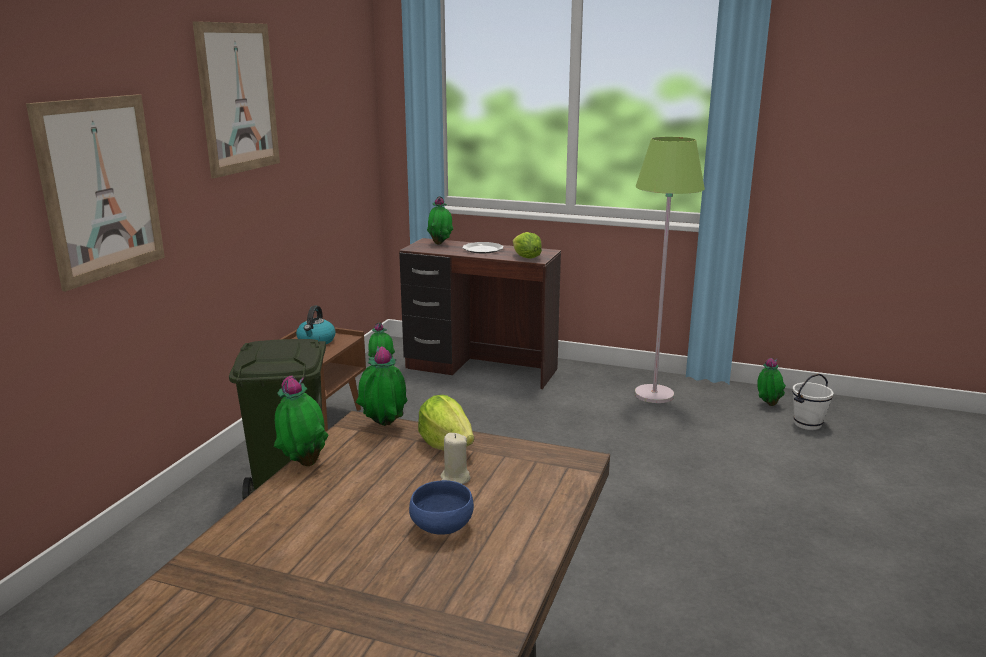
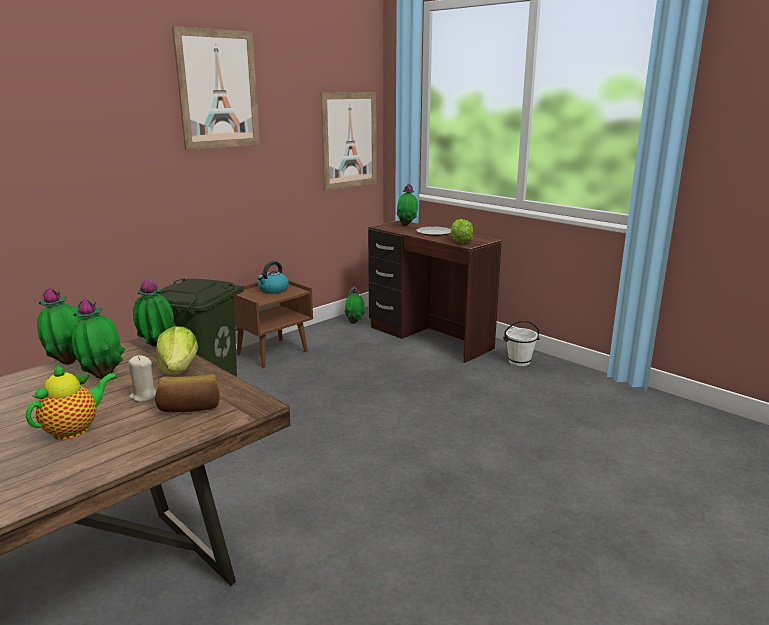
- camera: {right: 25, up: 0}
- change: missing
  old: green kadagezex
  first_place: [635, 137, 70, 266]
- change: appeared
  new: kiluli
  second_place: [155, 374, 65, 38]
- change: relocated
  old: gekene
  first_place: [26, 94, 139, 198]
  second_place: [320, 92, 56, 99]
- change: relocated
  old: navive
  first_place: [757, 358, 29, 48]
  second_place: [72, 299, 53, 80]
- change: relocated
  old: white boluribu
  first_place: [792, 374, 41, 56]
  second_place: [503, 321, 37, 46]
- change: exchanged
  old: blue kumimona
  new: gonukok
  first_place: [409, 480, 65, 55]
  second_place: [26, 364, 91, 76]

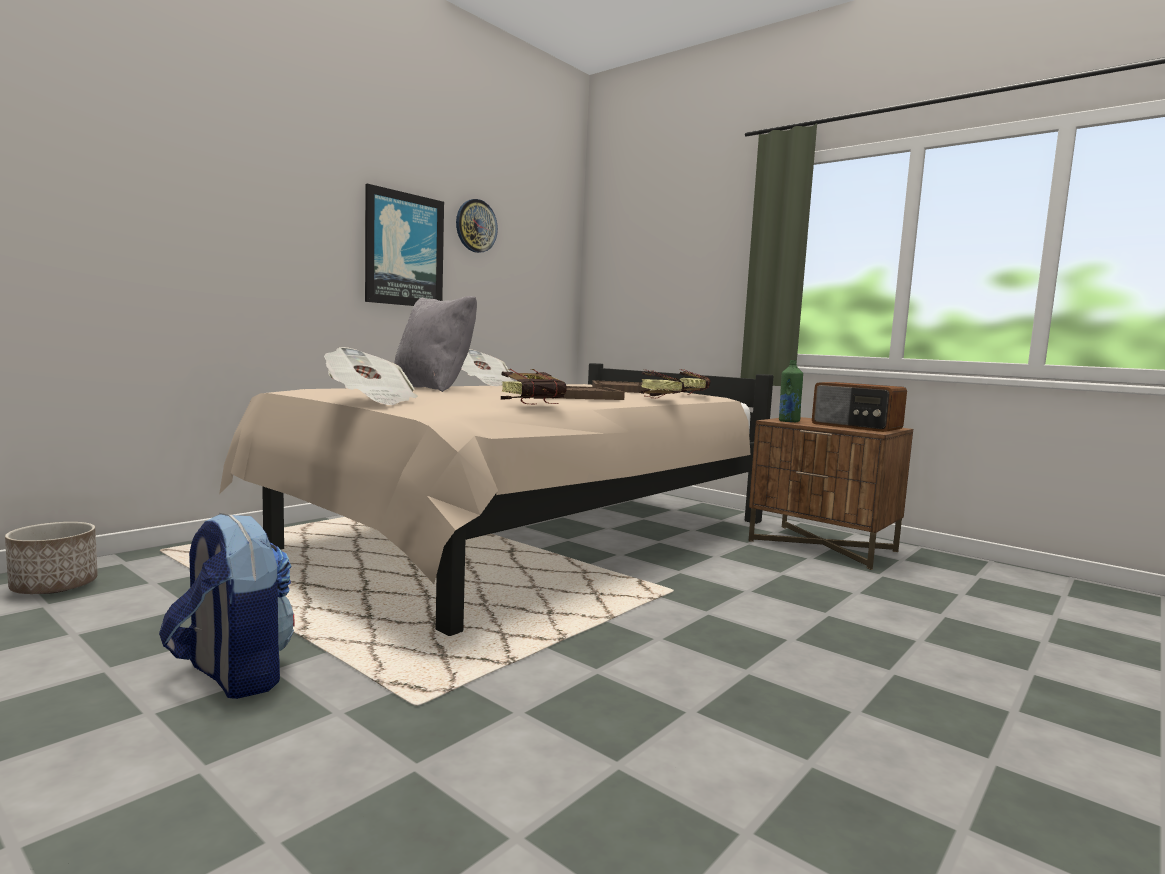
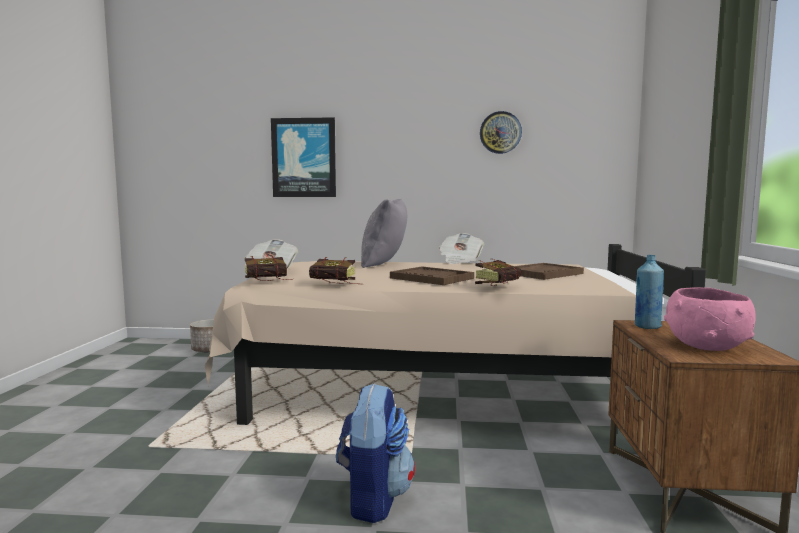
- camera: {right: 55, up: 0}
- change: relocated
  old: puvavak
  first_place: [159, 513, 135, 186]
  second_place: [336, 383, 79, 140]
- change: relocated
  old: gekene
  first_place: [365, 184, 79, 122]
  second_place: [271, 117, 65, 80]
- change: relocated
  old: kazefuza
  first_place: [680, 369, 31, 26]
  second_place: [245, 255, 49, 26]
- change: exchanged
  old: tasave
  new: pink kumimona
  first_place: [812, 382, 95, 50]
  second_place: [664, 287, 92, 64]
- change: colour
  old: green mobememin
  new: blue mobememin
  first_place: [779, 360, 24, 62]
  second_place: [635, 255, 29, 74]

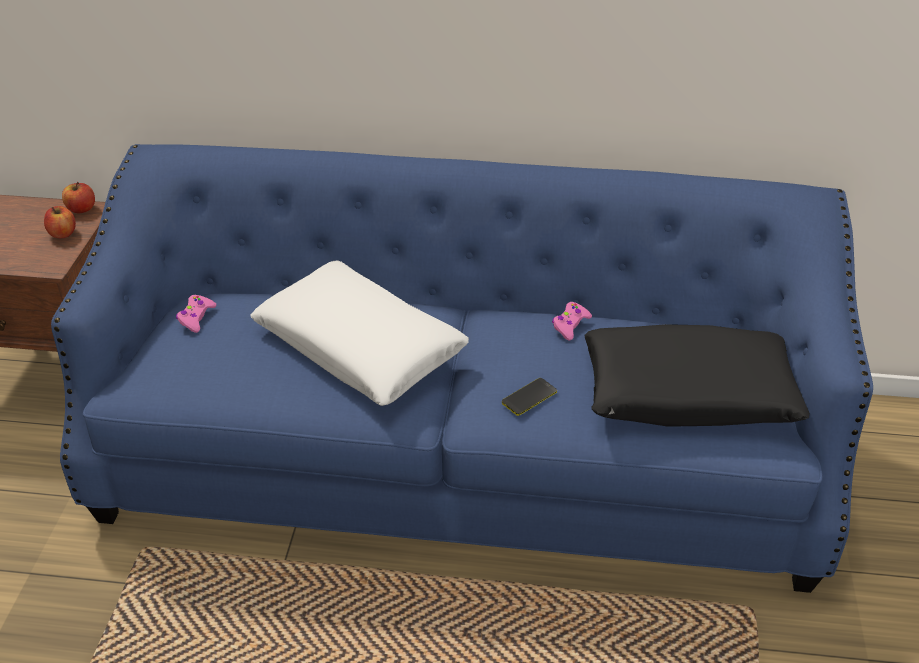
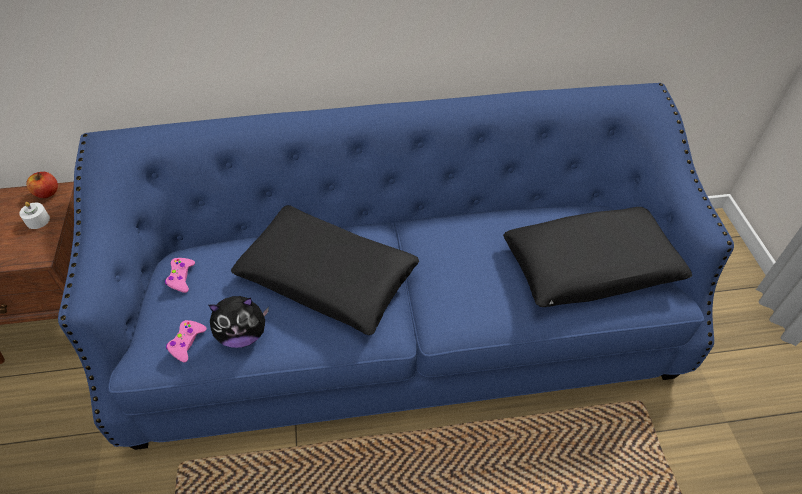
- camera: {right: -15, up: 10}
- change: missing
  old: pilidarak
  first_place: [502, 378, 55, 38]
- change: appeared
  new: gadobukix
  second_place: [208, 296, 61, 52]
- change: relocated
  old: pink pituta
  first_place: [552, 302, 40, 39]
  second_place: [166, 320, 41, 42]
- change: exchanged
  old: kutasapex
  new: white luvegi
  first_place: [44, 206, 32, 32]
  second_place: [19, 202, 31, 27]
- change: colour
  old: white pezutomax
  new: black pezutomax
  first_place: [250, 260, 219, 146]
  second_place: [231, 205, 188, 130]

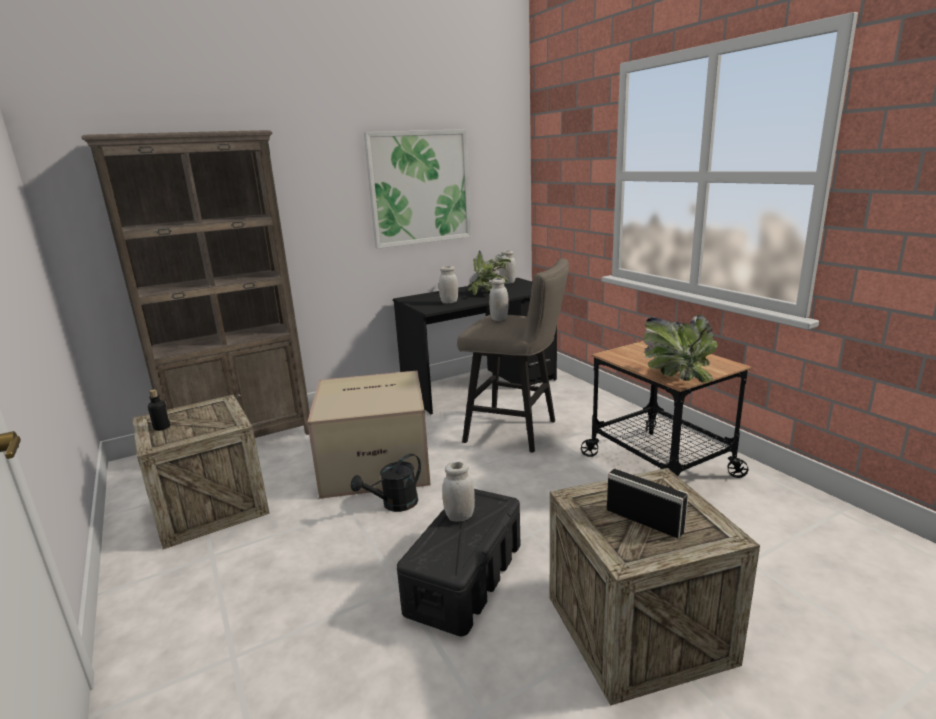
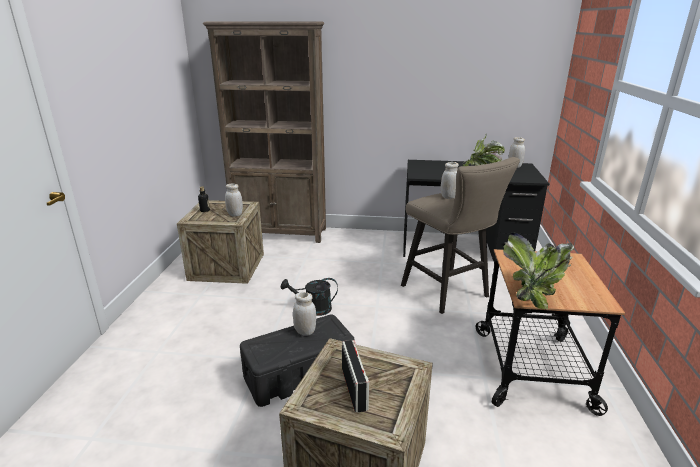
- camera: {right: 35, up: 5}
- change: missing
  old: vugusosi
  first_place: [307, 371, 124, 128]
- change: missing
  old: gekene
  first_place: [364, 129, 107, 120]
- change: relocated
  old: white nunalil
  first_place: [439, 266, 19, 37]
  second_place: [225, 183, 18, 34]

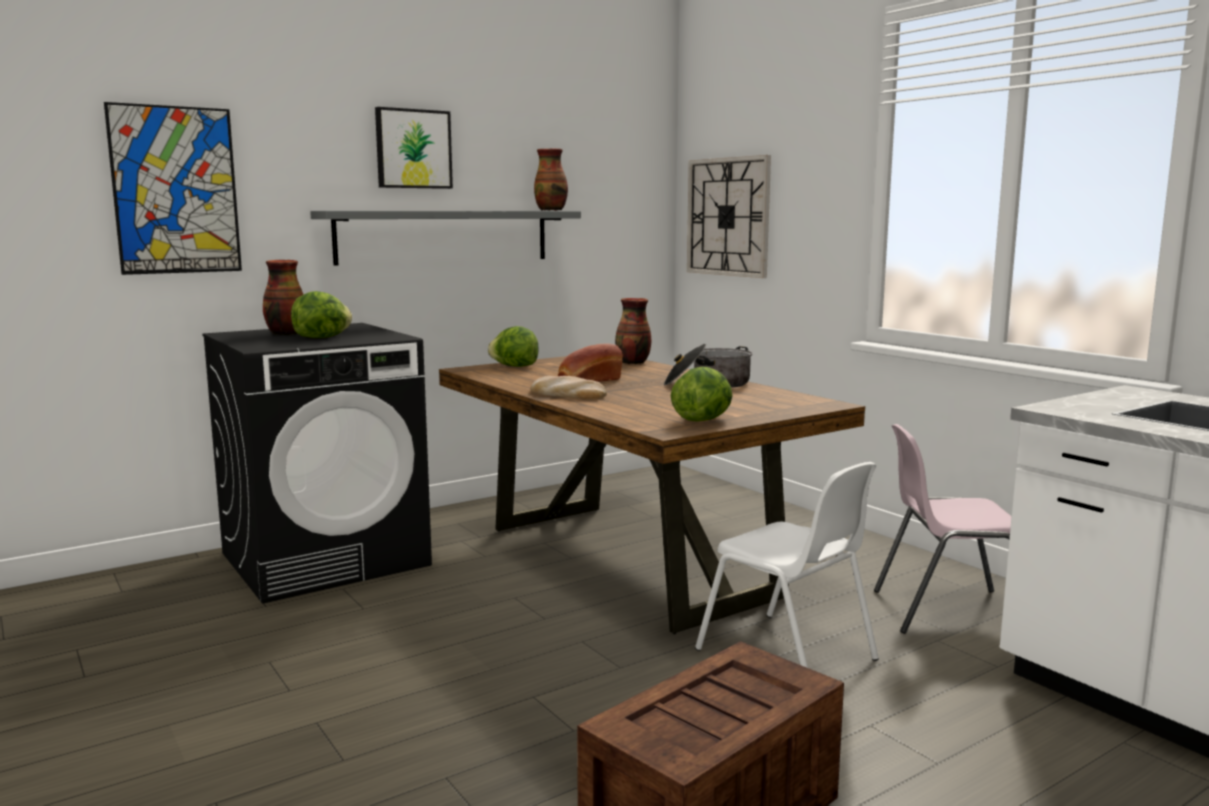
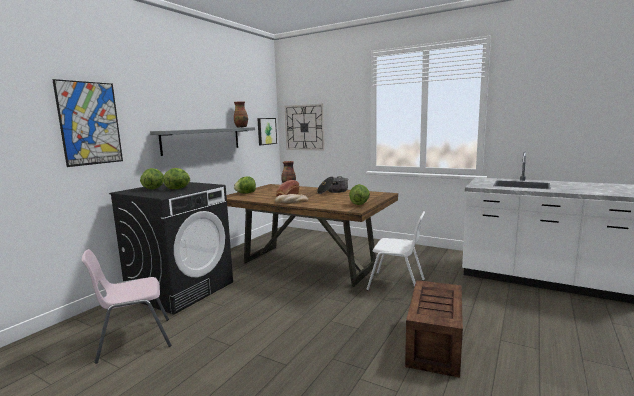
- camera: {right: -25, up: 0}
- change: relocated
  old: gekene
  first_place: [375, 107, 78, 82]
  second_place: [257, 118, 20, 27]
- change: relocated
  old: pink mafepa
  first_place: [874, 424, 138, 210]
  second_place: [82, 249, 89, 115]
- change: exchanged
  old: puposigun
  new: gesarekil
  first_place: [263, 260, 41, 75]
  second_place: [140, 168, 24, 21]

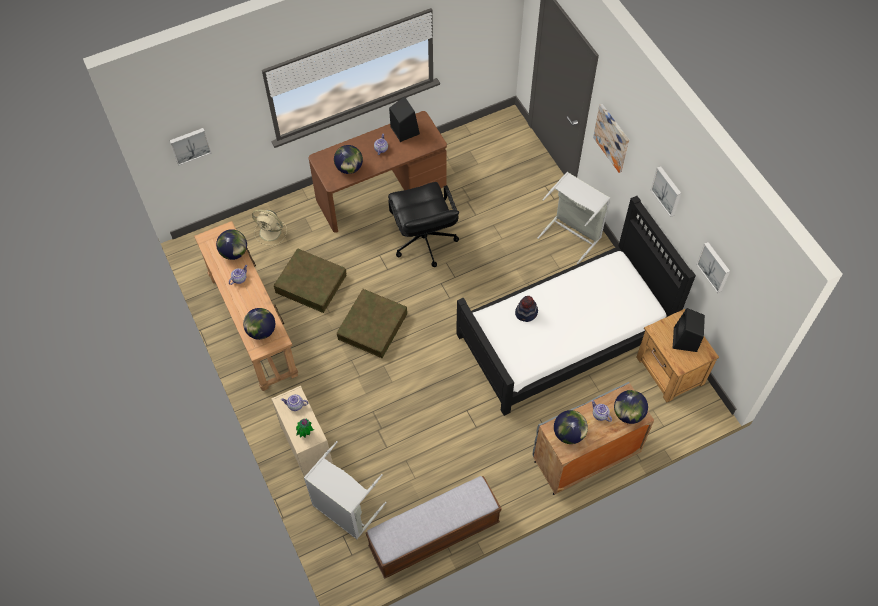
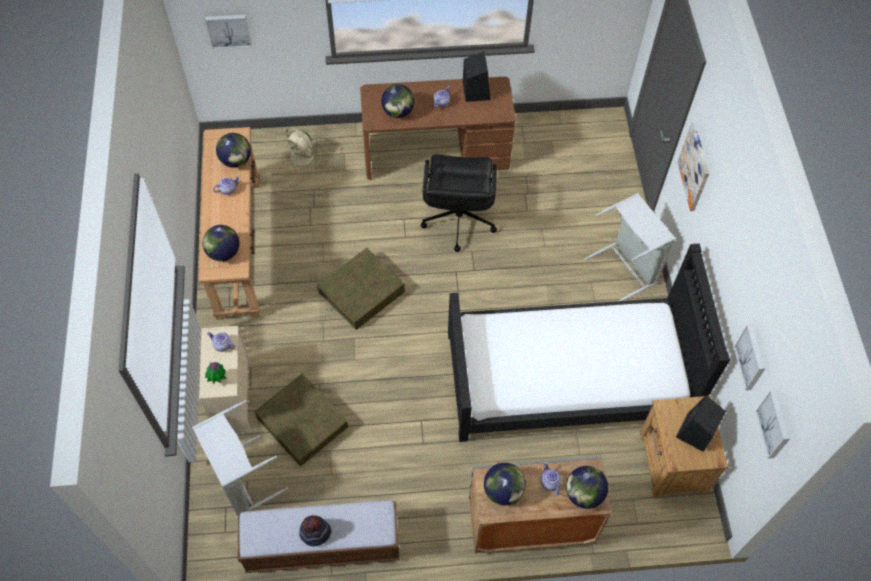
- camera: {right: 20, up: 0}
- change: relocated
  old: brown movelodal
  first_place: [274, 248, 72, 65]
  second_place: [254, 373, 94, 93]
- change: relocated
  old: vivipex
  first_place: [515, 296, 23, 26]
  second_place: [299, 515, 33, 31]
- change: relocated
  old: gekene
  first_place: [651, 166, 30, 51]
  second_place: [755, 390, 35, 69]

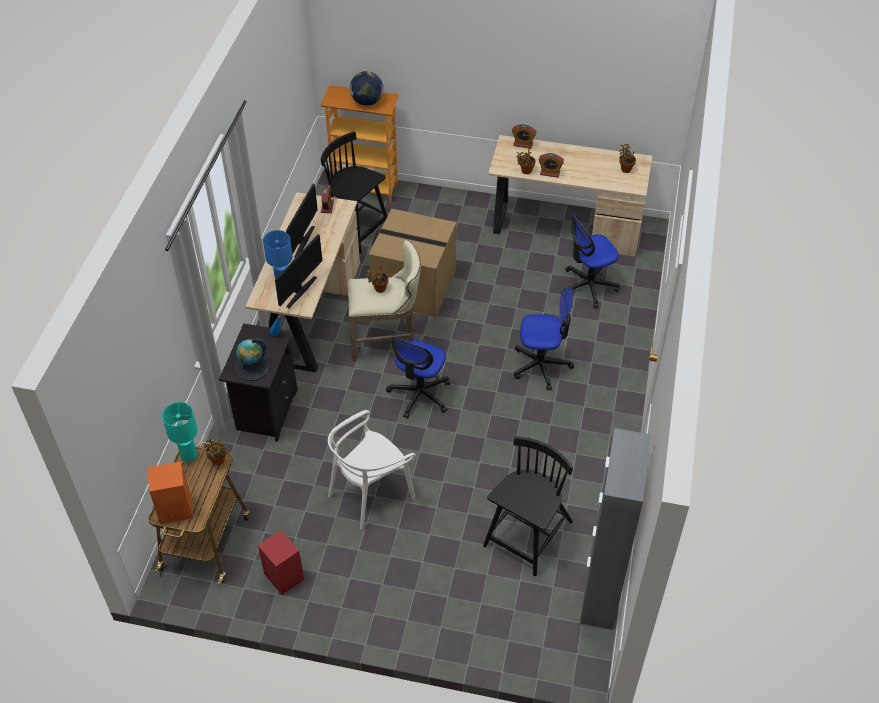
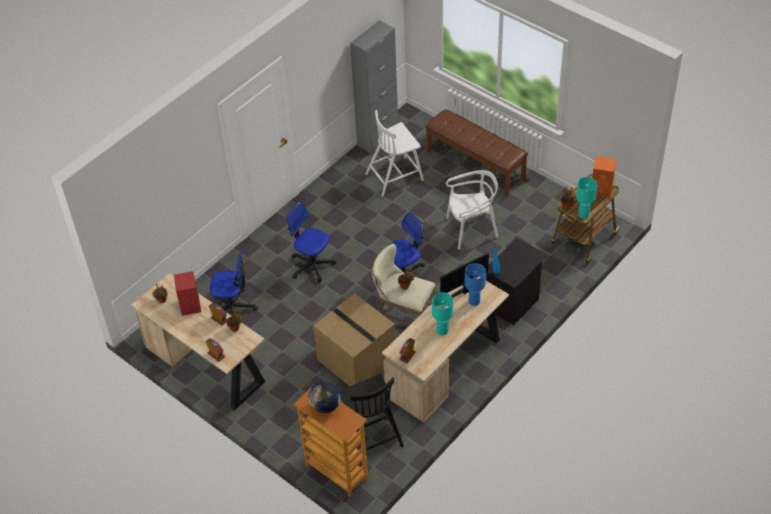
- camera: {right: -150, up: 0}
- change: missing
  old: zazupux
  first_place: [234, 338, 36, 43]
- change: appeared
  new: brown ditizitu
  second_place: [425, 109, 103, 88]
- change: relocated
  old: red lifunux
  first_place: [258, 530, 46, 65]
  second_place: [174, 271, 27, 45]
- change: exchanged
  old: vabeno
  new: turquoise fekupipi
  first_place: [286, 184, 32, 74]
  second_place: [432, 292, 21, 43]
- change: colour
  old: black mafepa
  new: white mafepa
  first_place: [483, 436, 90, 140]
  second_place: [365, 110, 59, 87]

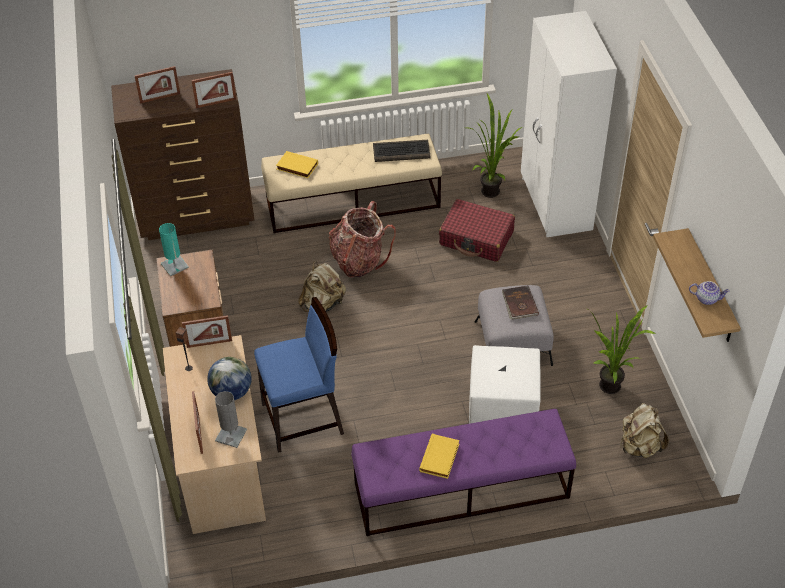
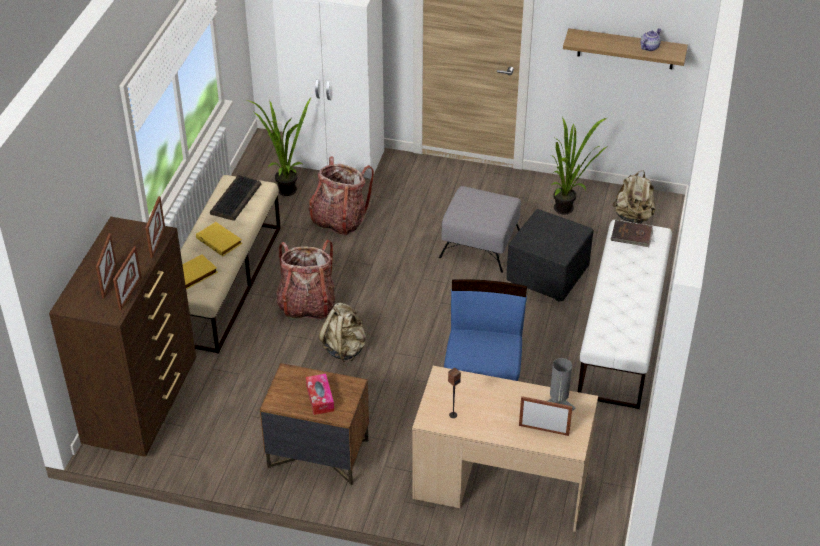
- camera: {right: -65, up: -5}
- change: missing
  old: turquoise fekupipi
  first_place: [159, 223, 30, 53]
- change: missing
  old: zazupux
  first_place: [207, 357, 45, 43]
- change: appeared
  new: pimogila
  second_place: [306, 374, 28, 41]
- change: relocated
  old: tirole
  first_place: [182, 315, 50, 33]
  second_place: [113, 246, 29, 64]
- change: relocated
  old: yellow kazefuza
  first_place: [419, 434, 41, 45]
  second_place: [196, 222, 46, 34]
- change: relocated
  old: brown kazefuza
  first_place: [502, 285, 37, 35]
  second_place: [610, 220, 43, 27]
- change: exchanged
  old: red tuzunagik
  new: puvavak
  first_place: [439, 199, 76, 63]
  second_place: [308, 157, 66, 79]
- change: colour
  old: purple ditizitu
  new: white ditizitu
  first_place: [351, 409, 225, 127]
  second_place: [578, 220, 94, 189]
- change: colour
  old: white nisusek
  new: black nisusek
  first_place: [469, 345, 72, 79]
  second_place: [506, 209, 88, 92]

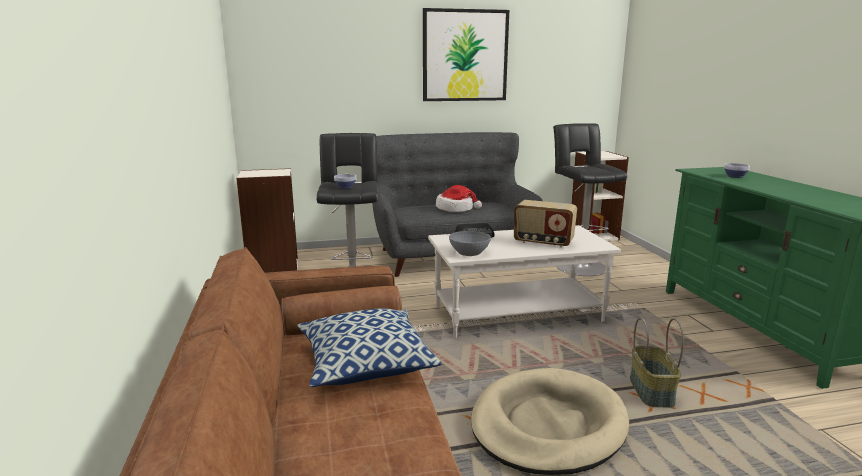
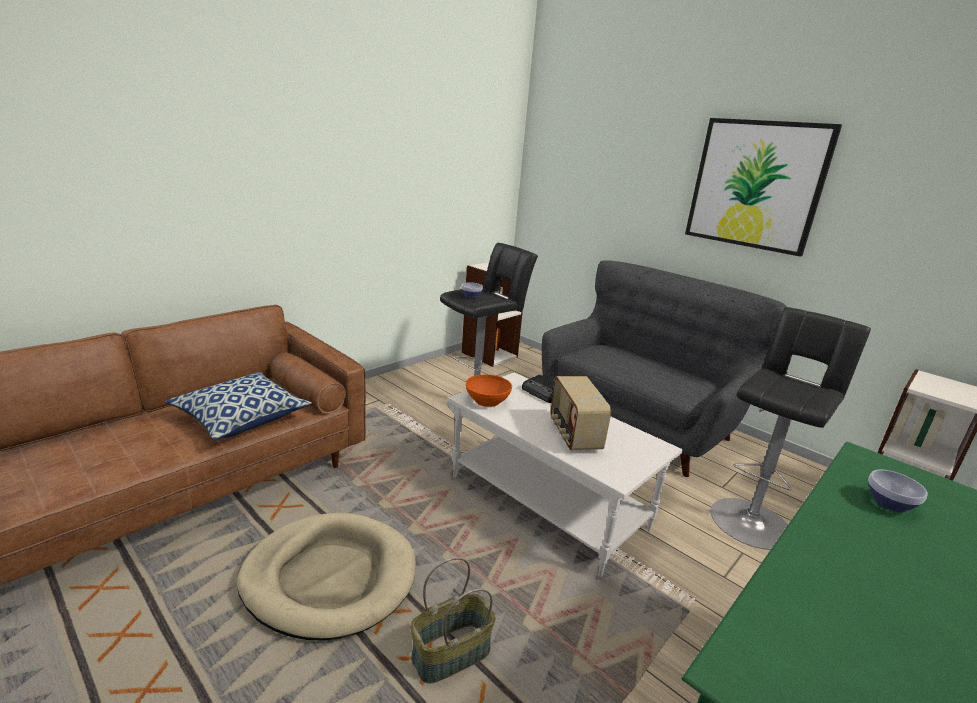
- camera: {right: 55, up: 5}
- change: missing
  old: vivipex
  first_place: [436, 185, 46, 27]
- change: colour
  old: grey kumimona
  new: orange kumimona
  first_place: [449, 231, 42, 25]
  second_place: [466, 375, 46, 32]

